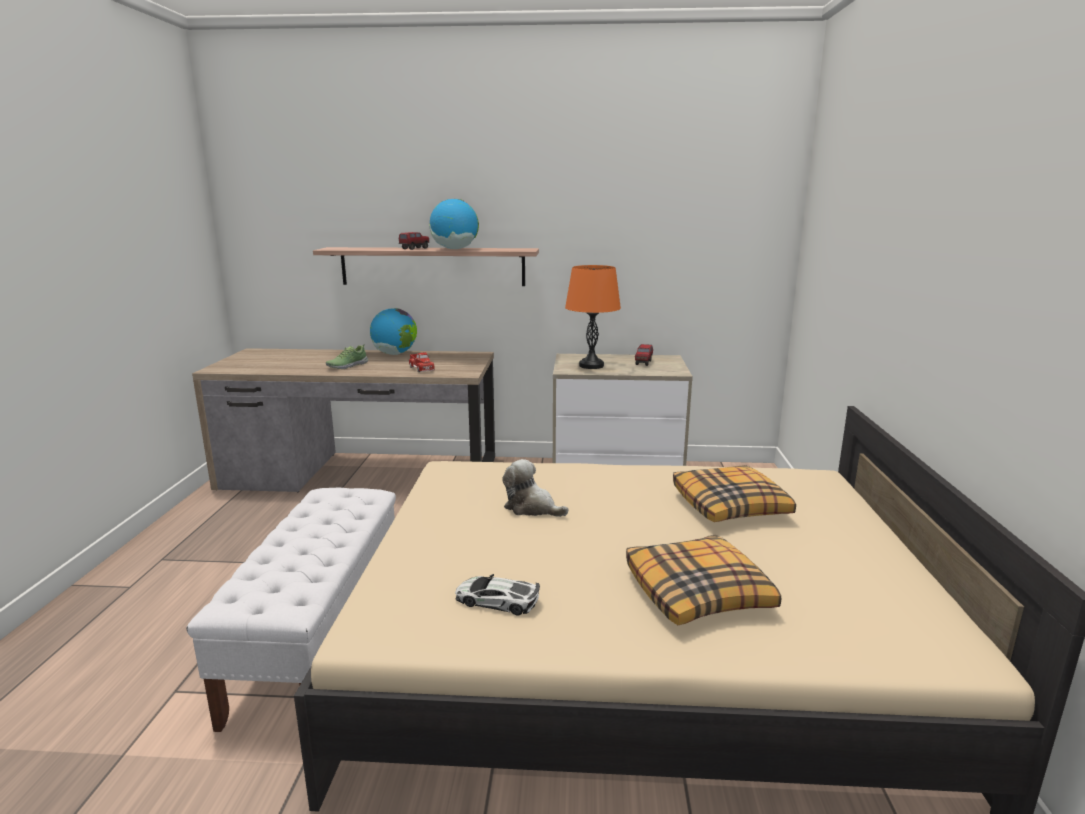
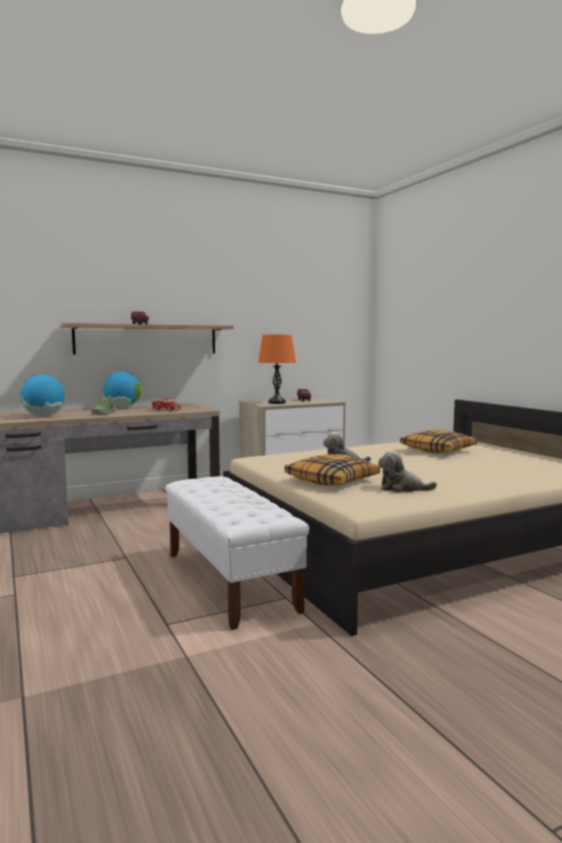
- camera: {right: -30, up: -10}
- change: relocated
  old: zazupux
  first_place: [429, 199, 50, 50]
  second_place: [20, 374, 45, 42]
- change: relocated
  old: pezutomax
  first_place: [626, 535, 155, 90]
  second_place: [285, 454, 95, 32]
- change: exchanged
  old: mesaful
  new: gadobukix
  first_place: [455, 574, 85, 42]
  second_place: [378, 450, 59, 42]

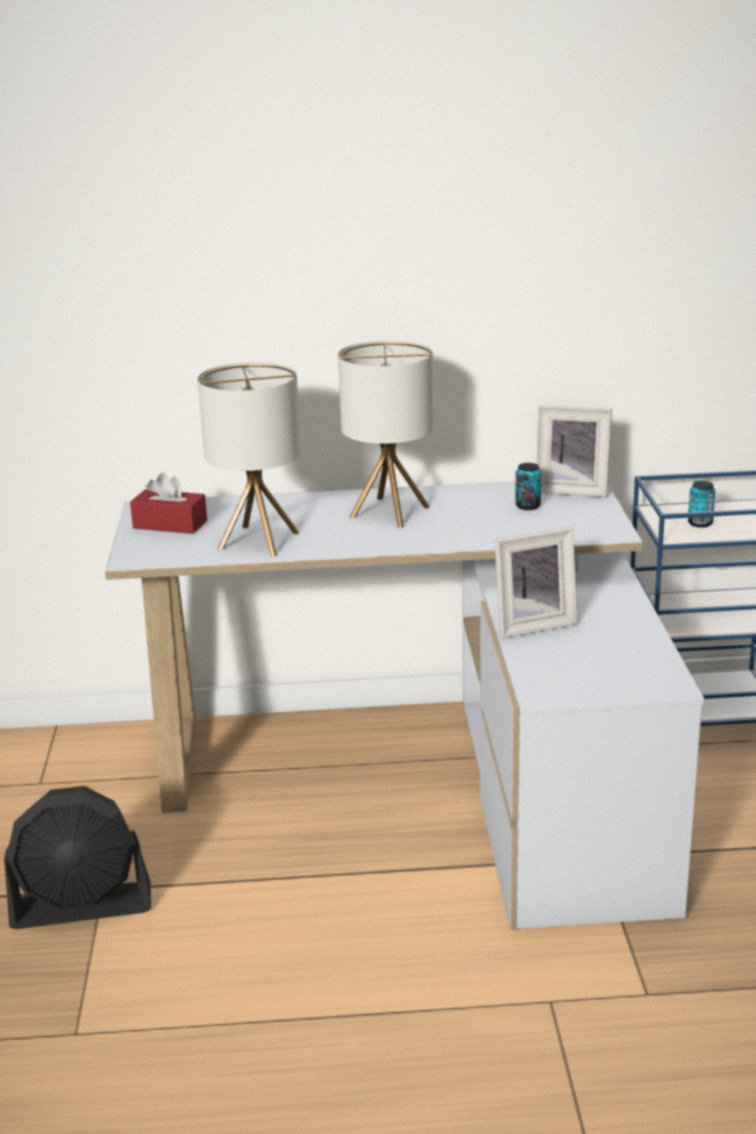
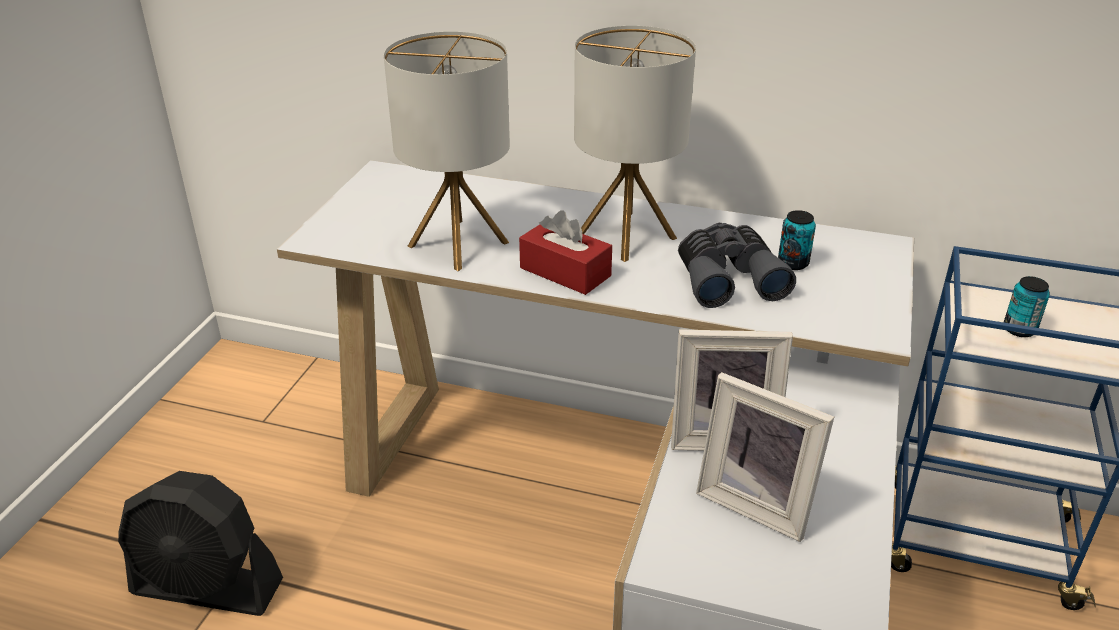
- camera: {right: 20, up: 10}
- change: appeared
  new: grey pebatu
  second_place: [678, 223, 118, 85]
- change: relocated
  old: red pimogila
  first_place: [130, 472, 77, 62]
  second_place: [519, 210, 93, 85]
- change: relocated
  old: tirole
  first_place: [536, 405, 76, 92]
  second_place: [696, 372, 138, 170]

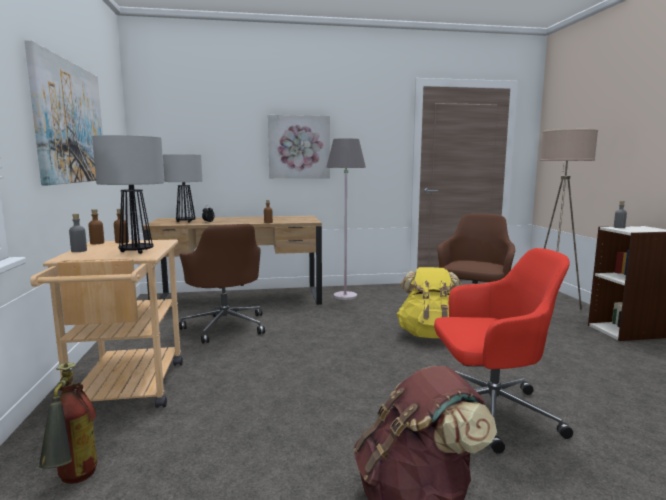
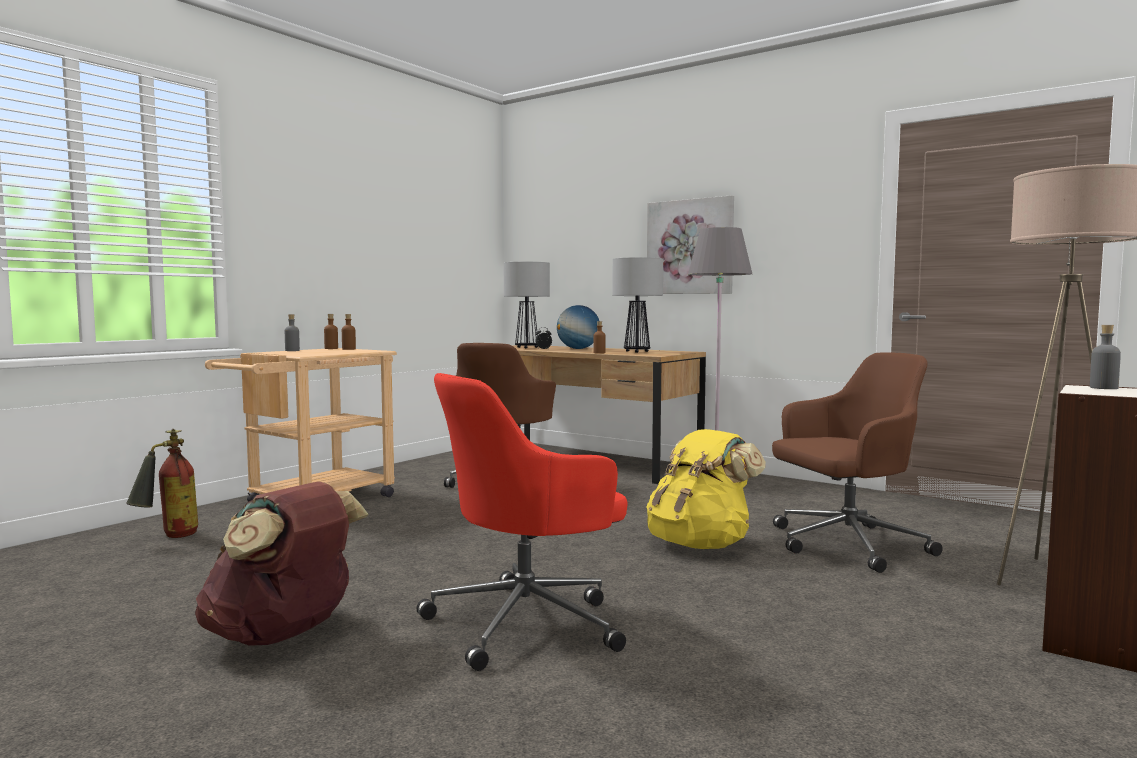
- camera: {right: 45, up: -5}
- change: missing
  old: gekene
  first_place: [25, 40, 78, 145]
- change: appeared
  new: zazupux
  second_place: [557, 305, 42, 44]
- change: relocated
  old: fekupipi
  first_place: [92, 135, 72, 119]
  second_place: [612, 257, 51, 96]
- change: spun
  old: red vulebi
  first_place: [434, 248, 139, 206]
  second_place: [416, 373, 211, 298]
  degrees: 105

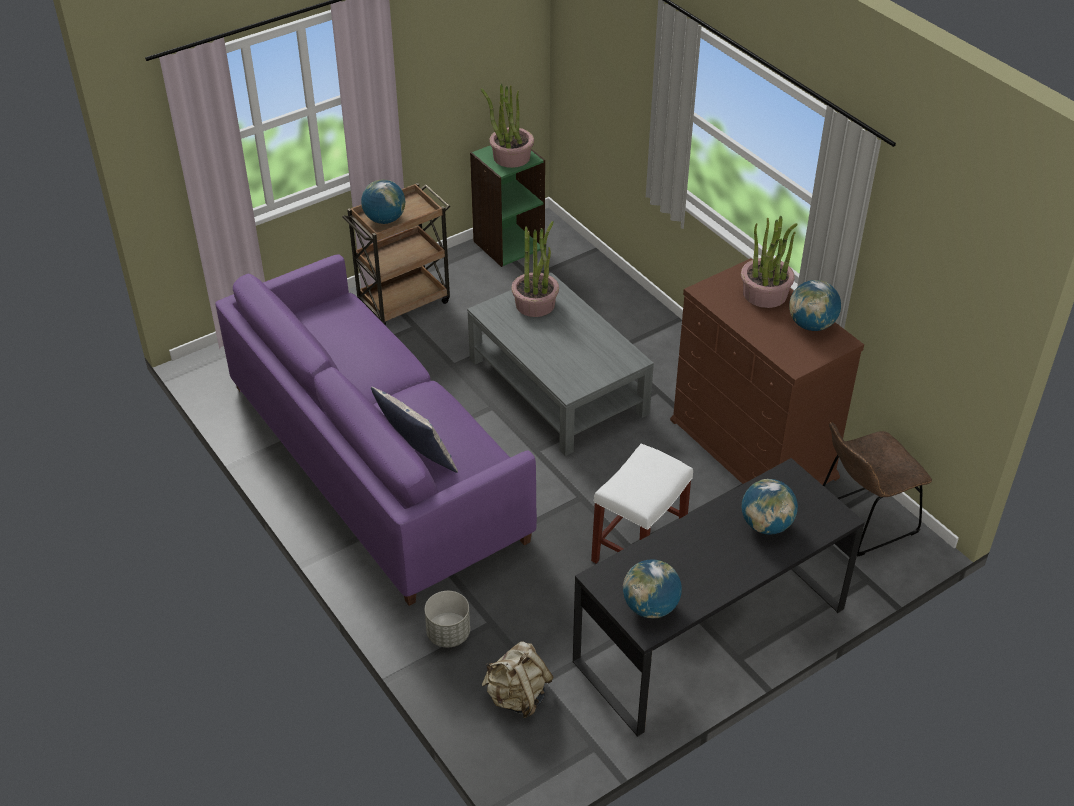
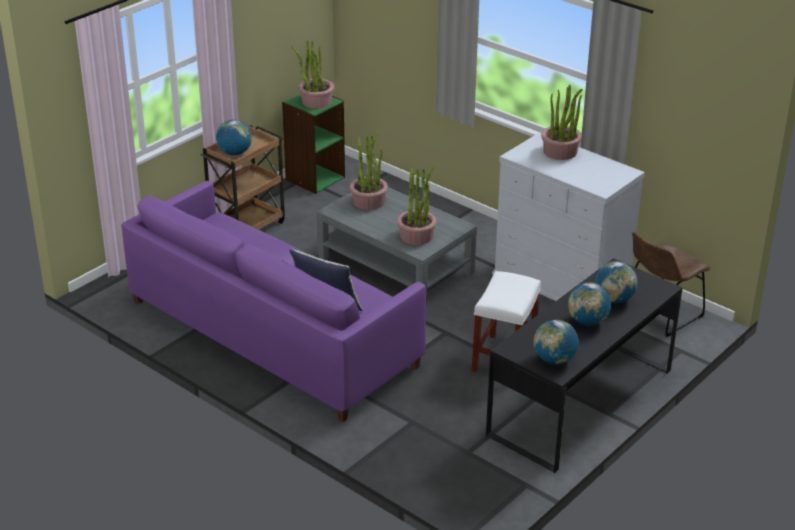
- camera: {right: -15, up: -10}
- change: missing
  old: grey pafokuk
  first_place: [425, 591, 45, 56]
- change: missing
  old: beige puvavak
  first_place: [482, 641, 72, 77]
- change: appeared
  new: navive
  second_place: [397, 165, 40, 80]
- change: relocated
  old: zazupux
  first_place: [789, 280, 52, 51]
  second_place: [568, 282, 43, 43]
- change: colour
  old: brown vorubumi
  new: white vorubumi
  first_place: [670, 258, 194, 227]
  second_place: [492, 132, 153, 169]

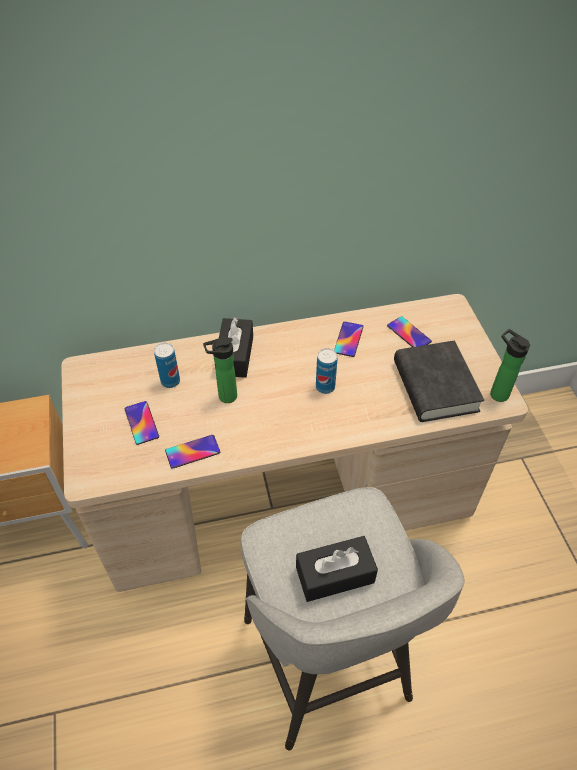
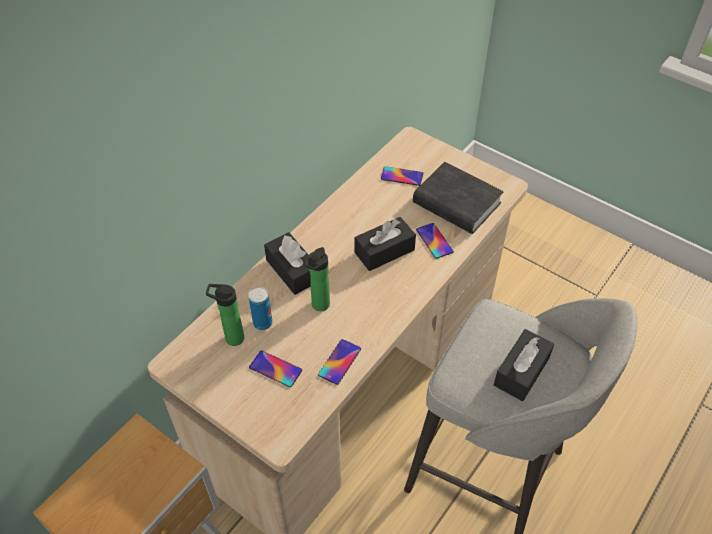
- camera: {right: -40, up: 0}
- change: relocated
  old: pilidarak
  first_place: [334, 321, 29, 36]
  second_place: [416, 223, 38, 36]
- change: relocated
  old: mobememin
  first_place: [490, 329, 40, 73]
  second_place: [206, 284, 38, 62]
- change: exchanged
  old: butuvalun
  new: black pimogila
  first_place: [316, 348, 22, 46]
  second_place: [355, 217, 61, 54]

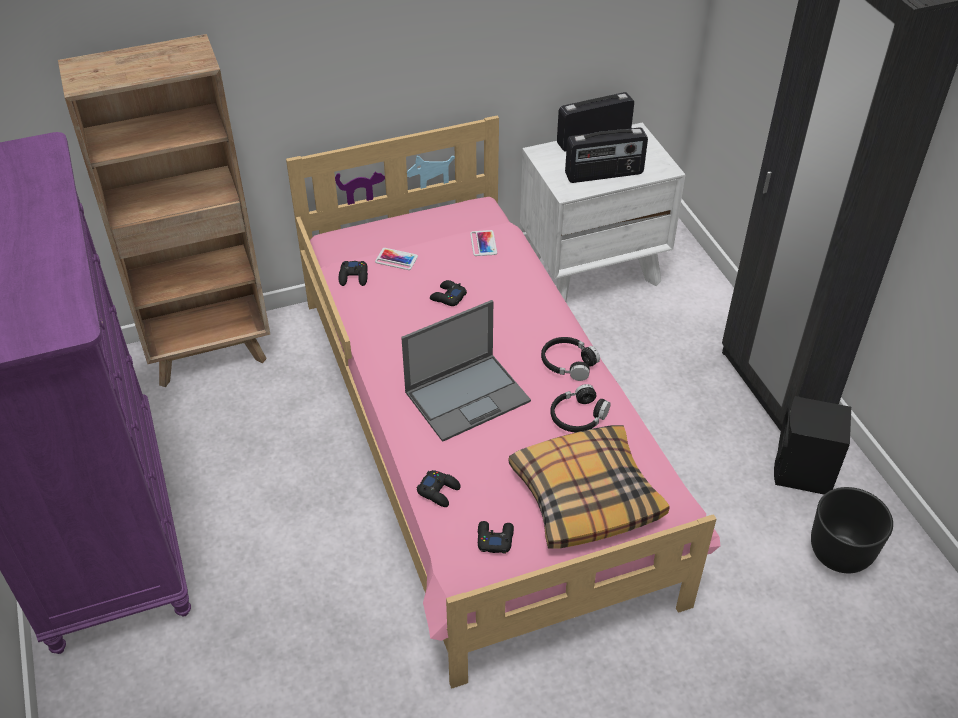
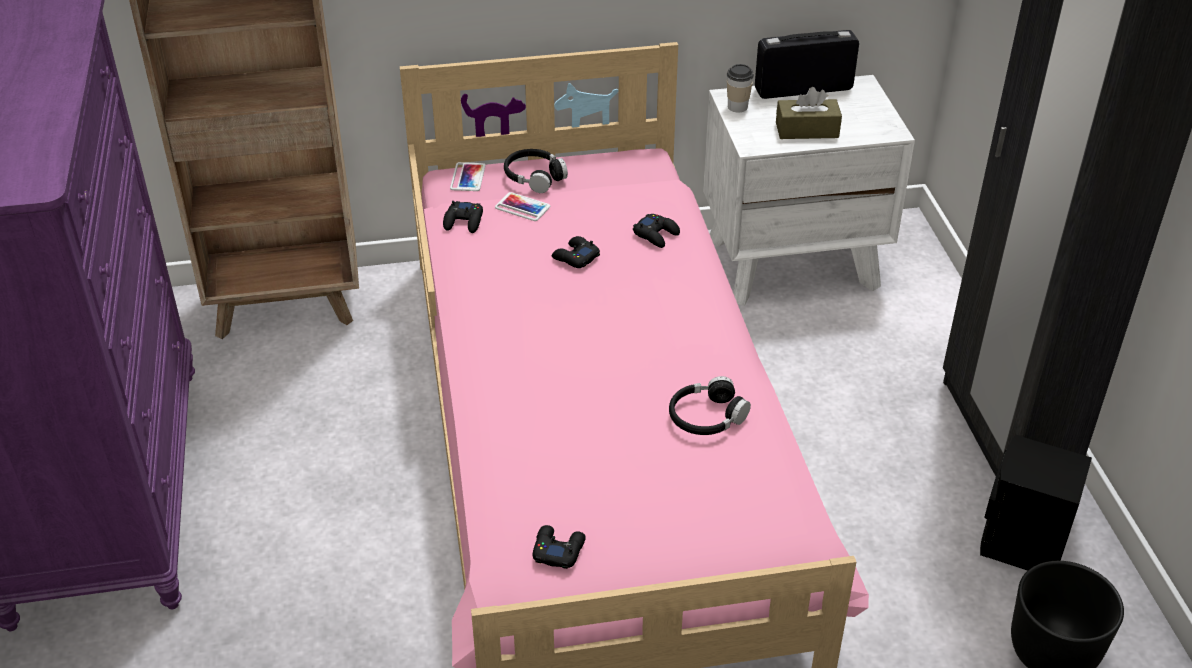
- camera: {right: 10, up: -5}
- change: missing
  old: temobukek
  first_place: [401, 300, 130, 142]
- change: missing
  old: pezutomax
  first_place: [509, 425, 161, 123]
- change: appeared
  new: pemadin
  second_place: [727, 64, 27, 49]
- change: relocated
  old: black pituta
  first_place: [417, 470, 44, 37]
  second_place: [633, 214, 47, 34]
- change: relocated
  old: pilidarak
  first_place: [470, 230, 27, 26]
  second_place: [450, 162, 36, 29]
- change: relocated
  old: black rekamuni
  first_place: [541, 337, 59, 44]
  second_place: [504, 149, 64, 44]
- change: exchanged
  old: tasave
  new: brown pimogila
  first_place: [565, 127, 83, 56]
  second_place: [776, 87, 66, 52]

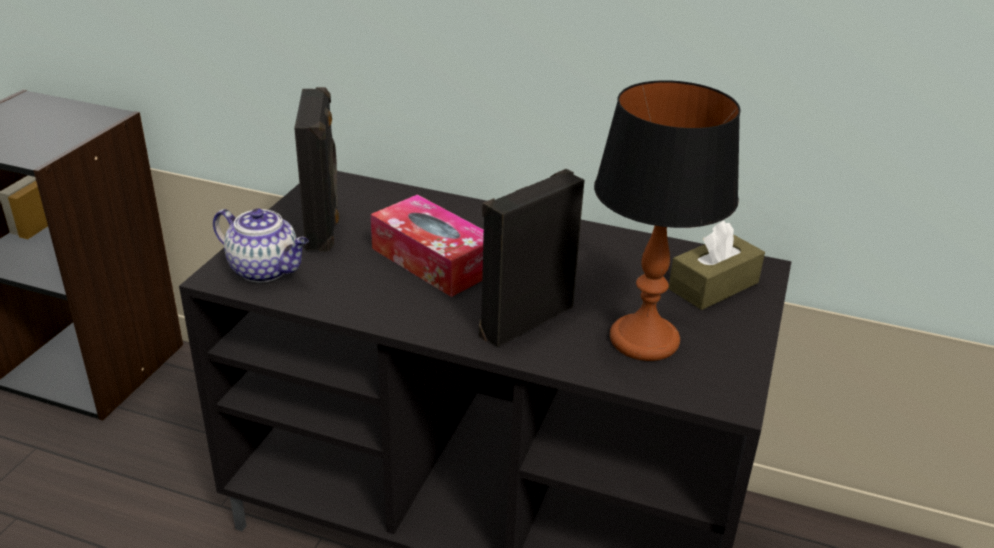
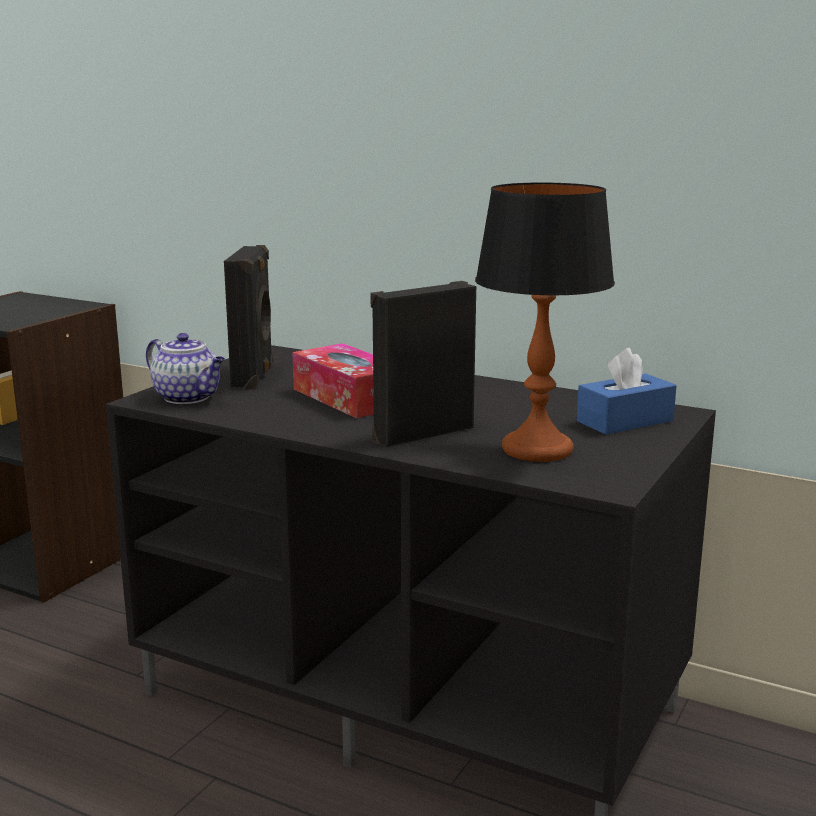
- camera: {right: 10, up: -15}
- change: colour
  old: brown pimogila
  new: blue pimogila
  first_place: [668, 221, 97, 89]
  second_place: [577, 348, 100, 87]

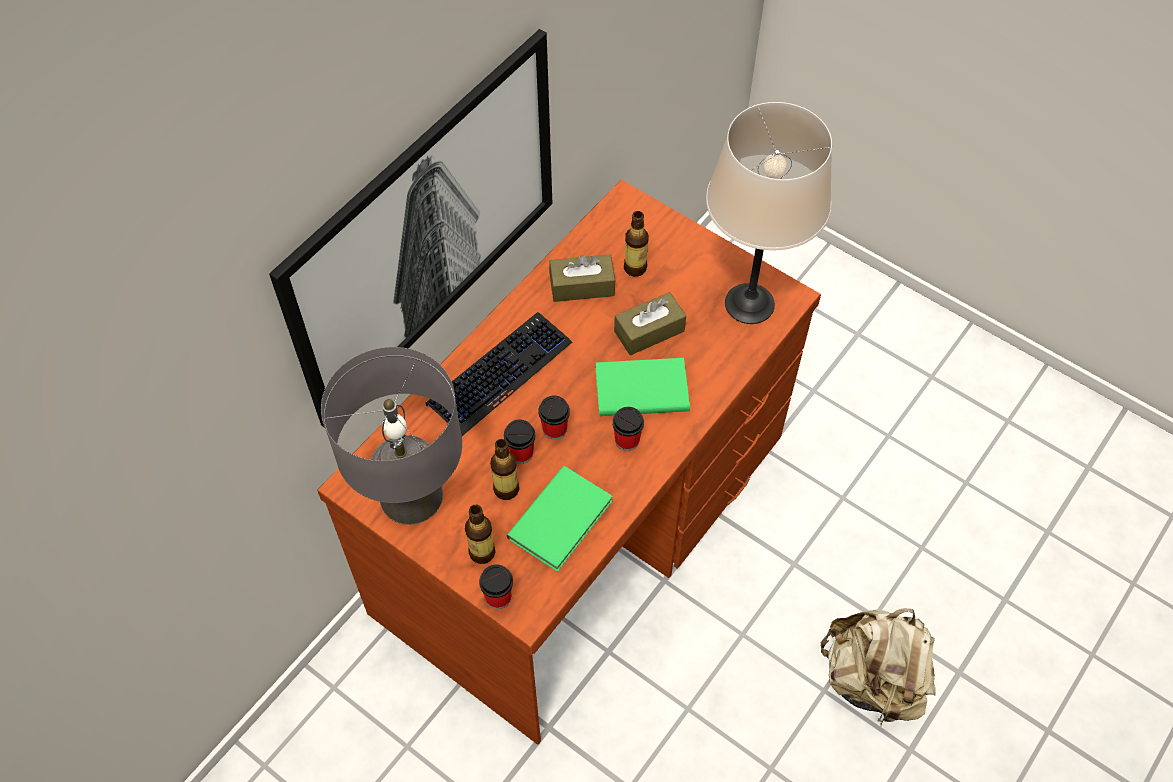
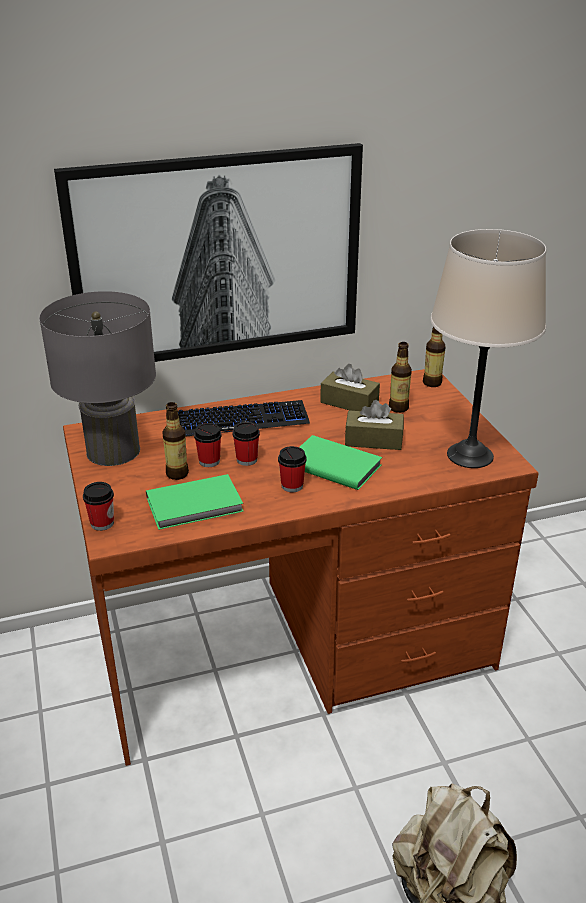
- camera: {right: 35, up: -25}
- change: relocated
  old: mobememin
  first_place: [465, 504, 31, 60]
  second_place: [423, 327, 23, 60]

